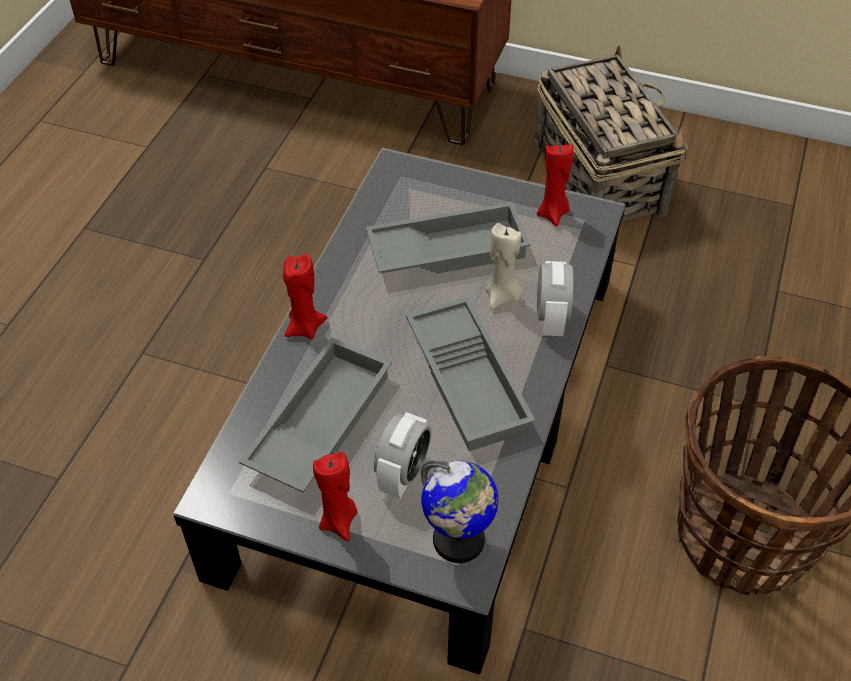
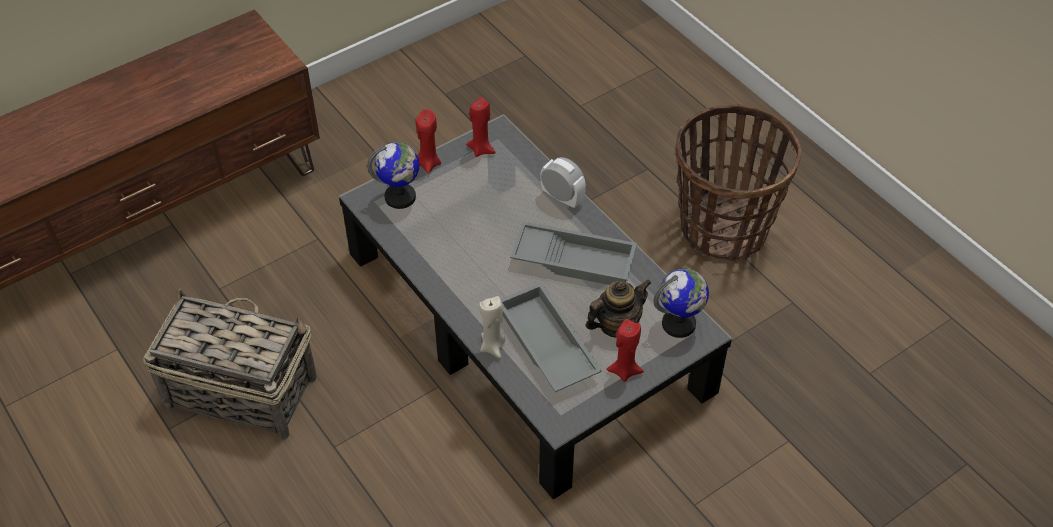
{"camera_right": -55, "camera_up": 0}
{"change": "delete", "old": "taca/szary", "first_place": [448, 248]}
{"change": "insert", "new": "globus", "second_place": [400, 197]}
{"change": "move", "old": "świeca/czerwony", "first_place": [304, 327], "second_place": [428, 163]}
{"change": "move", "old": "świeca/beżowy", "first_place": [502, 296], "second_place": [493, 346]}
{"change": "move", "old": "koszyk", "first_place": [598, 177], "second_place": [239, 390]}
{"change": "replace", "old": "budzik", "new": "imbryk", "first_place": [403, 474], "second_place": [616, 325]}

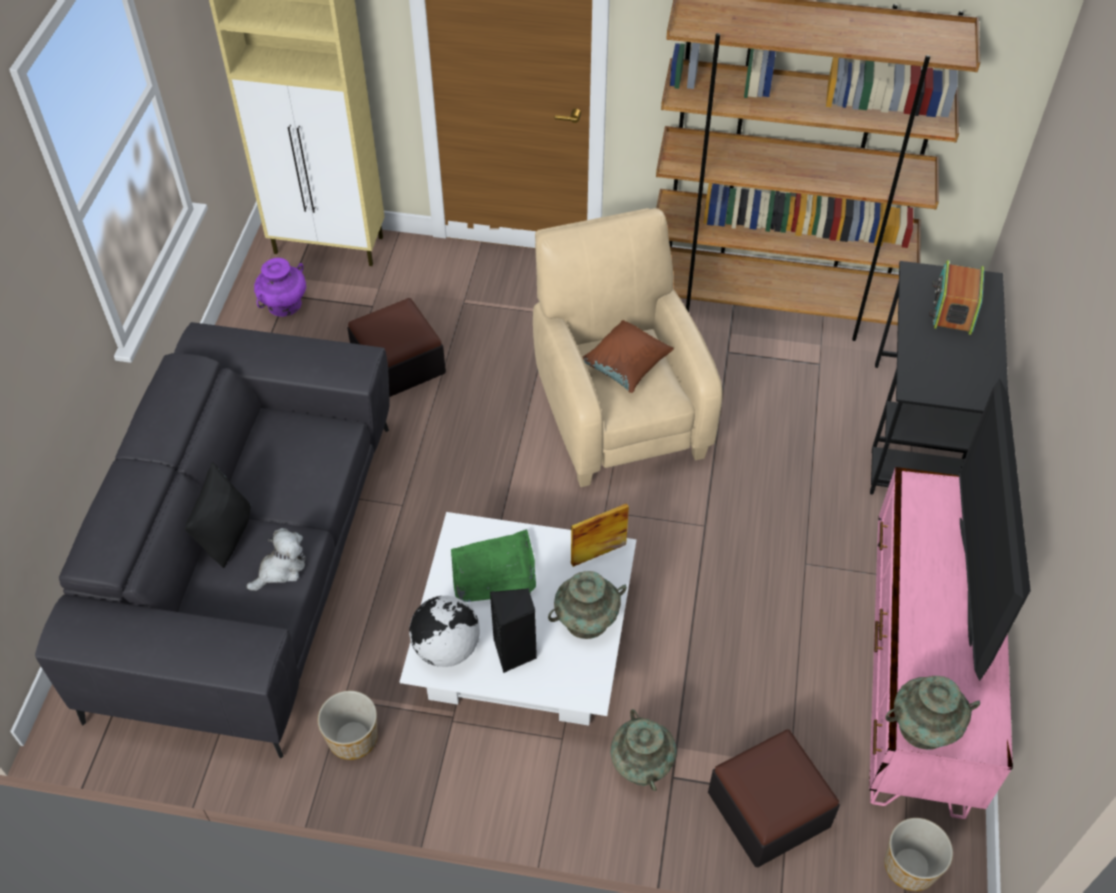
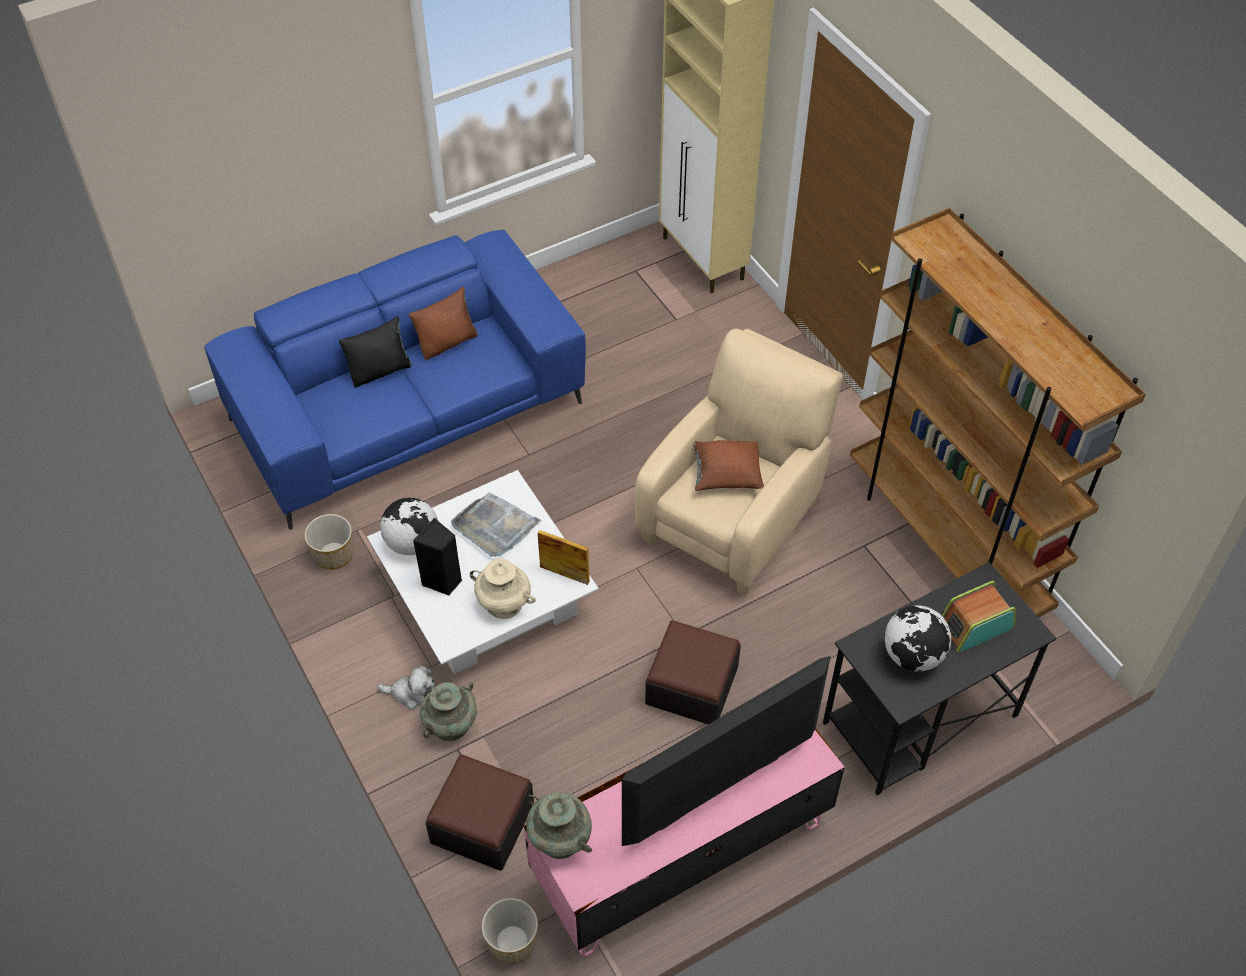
{"camera_right": 50, "camera_up": 0}
{"change": "delete", "old": "wazon/fioletowy", "first_place": [284, 304]}
{"change": "insert", "new": "poduszka/brązowy", "second_place": [447, 342]}
{"change": "insert", "new": "globus", "second_place": [912, 656]}
{"change": "move", "old": "pluszak", "first_place": [281, 569], "second_place": [411, 693]}
{"change": "move", "old": "pufa", "first_place": [398, 364], "second_place": [692, 685]}
{"change": "recolor", "old": "kanapa/szary", "new": "kanapa/niebieski", "first_place": [249, 565], "second_place": [407, 412]}
{"change": "recolor", "old": "taca/zielony", "new": "taca/szary", "first_place": [494, 571], "second_place": [495, 527]}
{"change": "recolor", "old": "wazon/turkusowy", "new": "wazon/beżowy", "first_place": [587, 620], "second_place": [504, 603]}

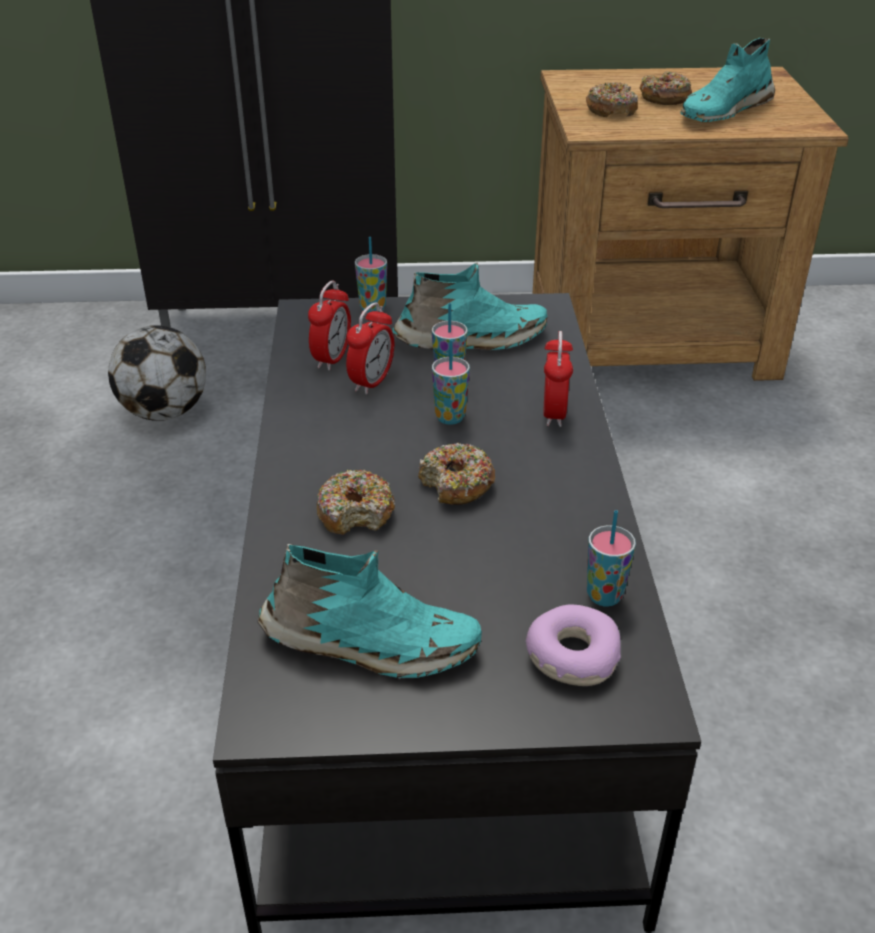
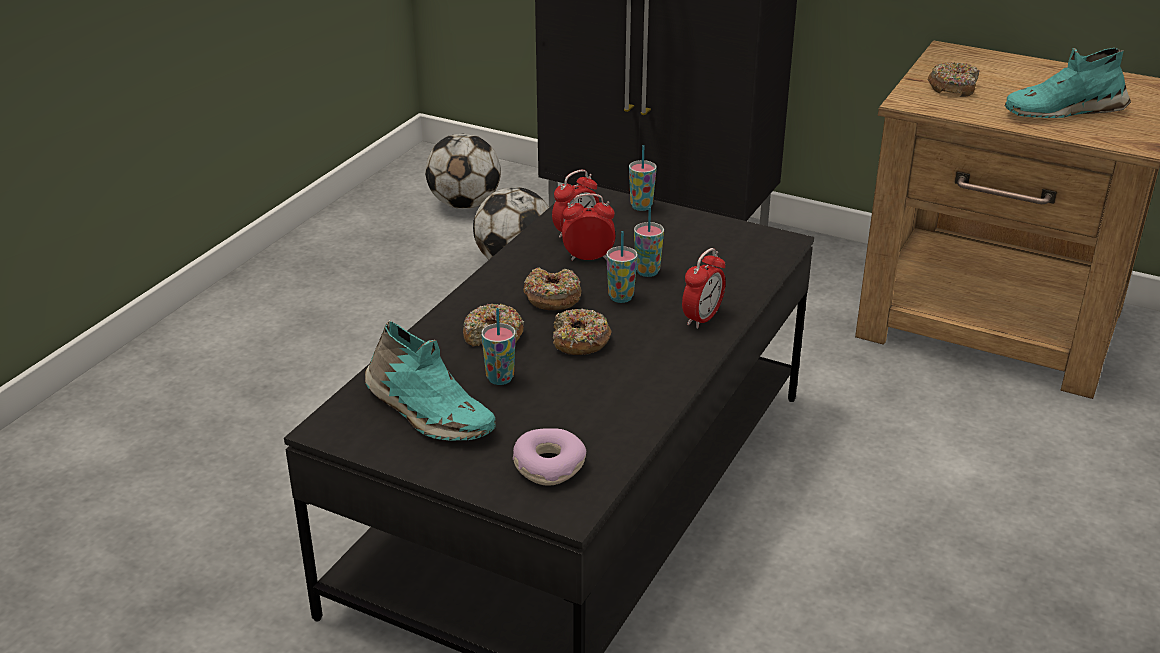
{"camera_right": 30, "camera_up": -5}
{"change": "delete", "old": "but/turkusowy", "first_place": [471, 340]}
{"change": "insert", "new": "piłka futbolowa", "second_place": [465, 204]}
{"change": "move", "old": "filiżanka", "first_place": [604, 595], "second_place": [500, 378]}
{"change": "move", "old": "donut", "first_place": [664, 98], "second_place": [552, 297]}
{"change": "rotate", "old": "budzik", "first_place": [372, 382], "second_place": [588, 257], "degrees": -150}

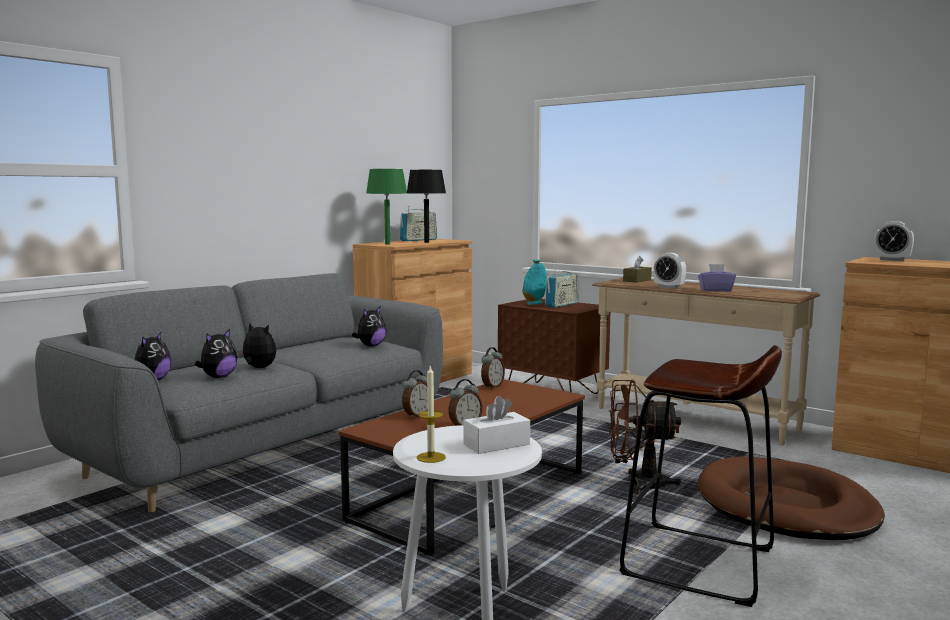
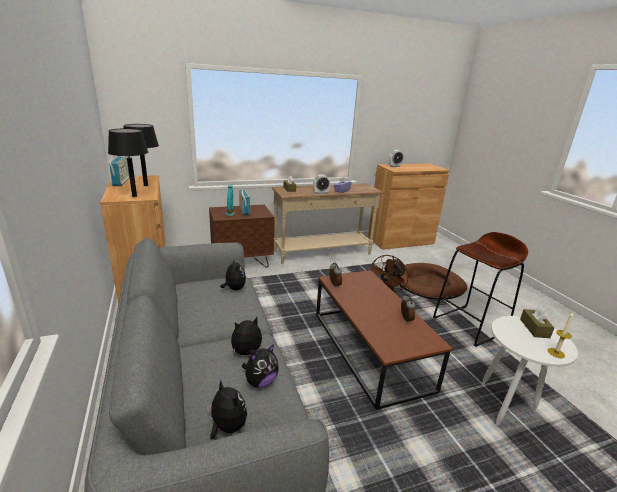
{"camera_right": -60, "camera_up": 15}
{"change": "delete", "old": "budzik", "first_place": [416, 415]}
{"change": "recolor", "old": "lampa stołowa/zielony", "new": "lampa stołowa/czarny", "first_place": [387, 244], "second_place": [134, 196]}
{"change": "recolor", "old": "pudełko chusteczek/biały", "new": "pudełko chusteczek/brązowy", "first_place": [496, 444], "second_place": [534, 328]}
{"change": "rotate", "old": "pluszak", "first_place": [218, 377], "second_place": [260, 382], "degrees": 75}

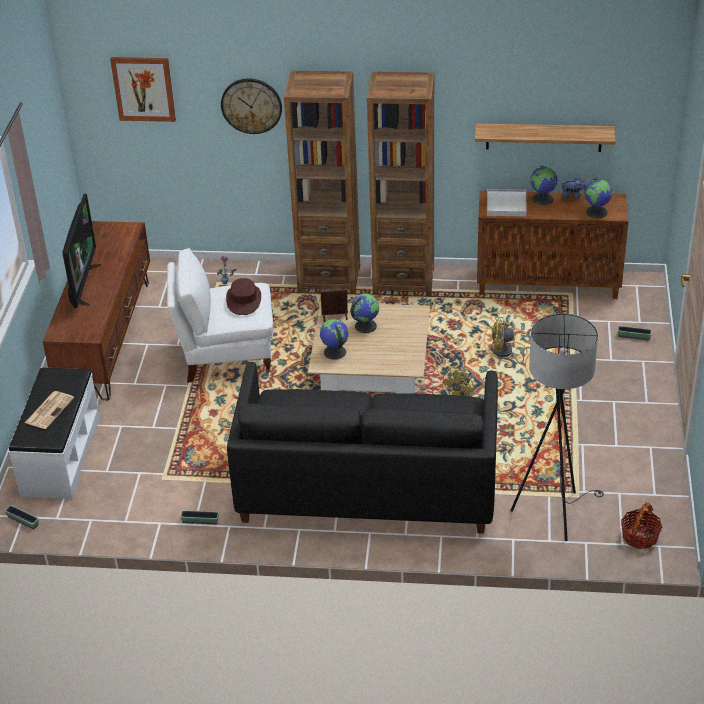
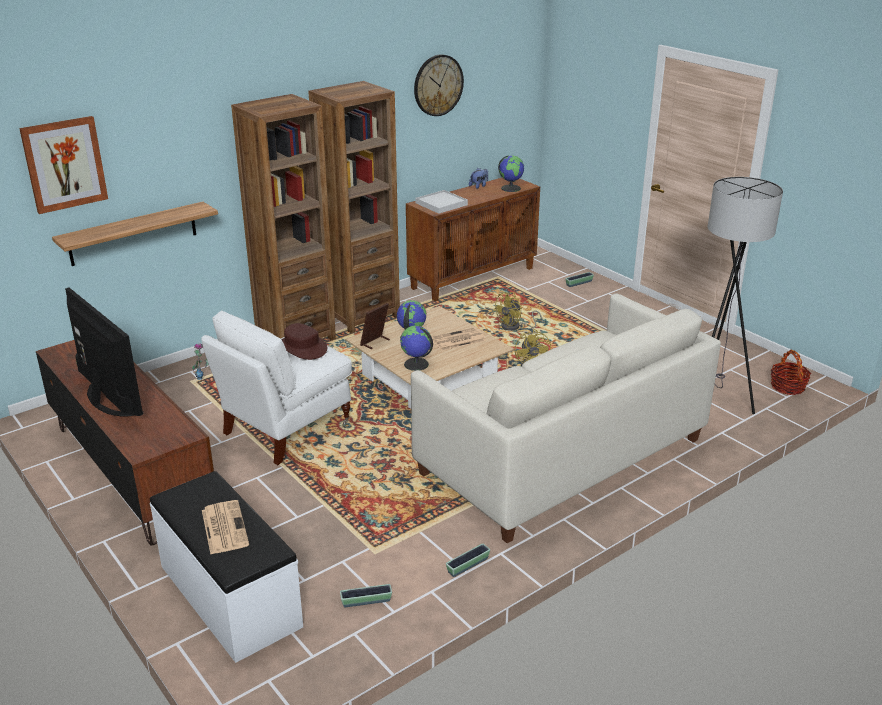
{"camera_right": -45, "camera_up": -10}
{"change": "delete", "old": "globus", "first_place": [543, 199]}
{"change": "insert", "new": "gazeta", "second_place": [457, 340]}
{"change": "move", "old": "donica", "first_place": [23, 521], "second_place": [366, 601]}
{"change": "move", "old": "zegar ścienny", "first_place": [251, 105], "second_place": [438, 85]}
{"change": "move", "old": "półka", "first_place": [543, 137], "second_place": [133, 234]}
{"change": "recolor", "old": "kanapa/czarny", "new": "kanapa/biały", "first_place": [368, 485], "second_place": [562, 456]}

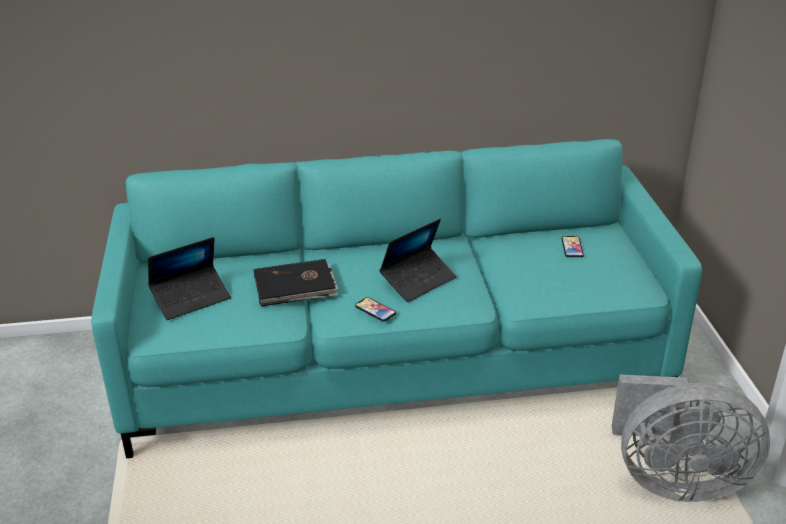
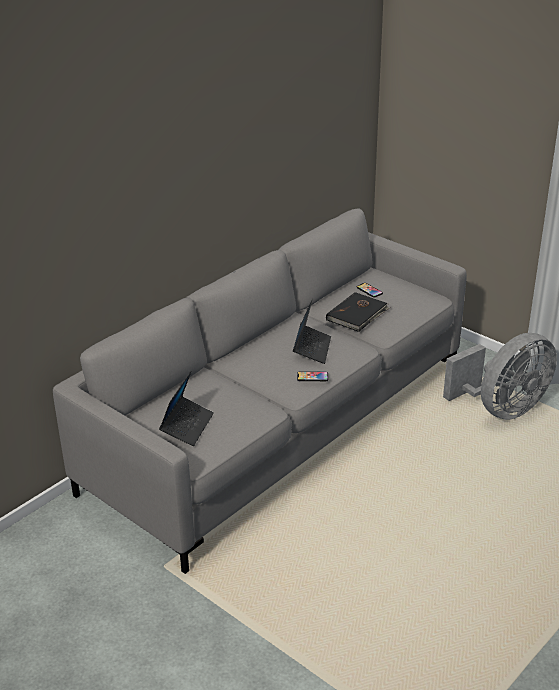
{"camera_right": -40, "camera_up": 0}
{"change": "move", "old": "książka/czarny", "first_place": [295, 287], "second_place": [358, 314]}
{"change": "recolor", "old": "kanapa/turkusowy", "new": "kanapa/szary", "first_place": [394, 366], "second_place": [280, 427]}

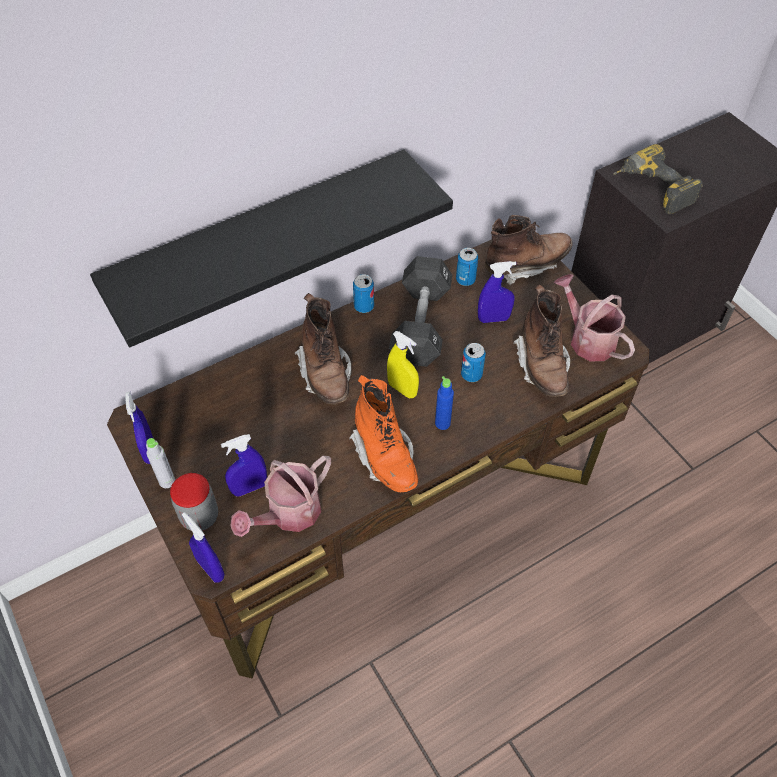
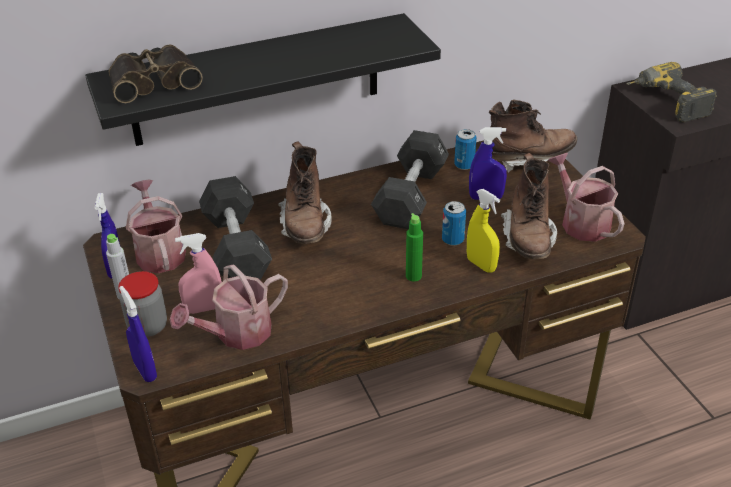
{"camera_right": 10, "camera_up": -15}
{"change": "delete", "old": "but z cholewką/pomarańczowy", "first_place": [385, 456]}
{"change": "delete", "old": "puszka", "first_place": [364, 306]}
{"change": "insert", "new": "lornetka", "second_place": [154, 81]}
{"change": "insert", "new": "konewka", "second_place": [159, 252]}
{"change": "insert", "new": "hantel/czarny", "second_place": [236, 247]}
{"change": "move", "old": "spryskiwacz/żółty", "first_place": [402, 389], "second_place": [481, 265]}
{"change": "recolor", "old": "spryskiwacz/niebieski", "new": "spryskiwacz/różowy", "first_place": [249, 488], "second_place": [204, 308]}
{"change": "recolor", "old": "butelka/niebieski", "new": "butelka/zielony", "first_place": [442, 423], "second_place": [413, 276]}

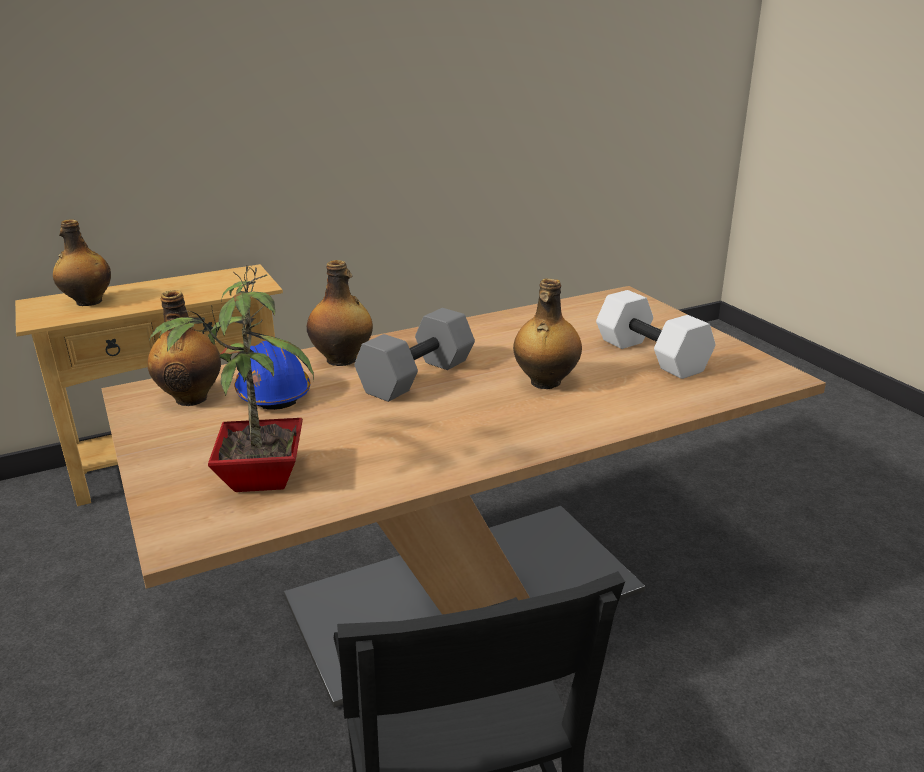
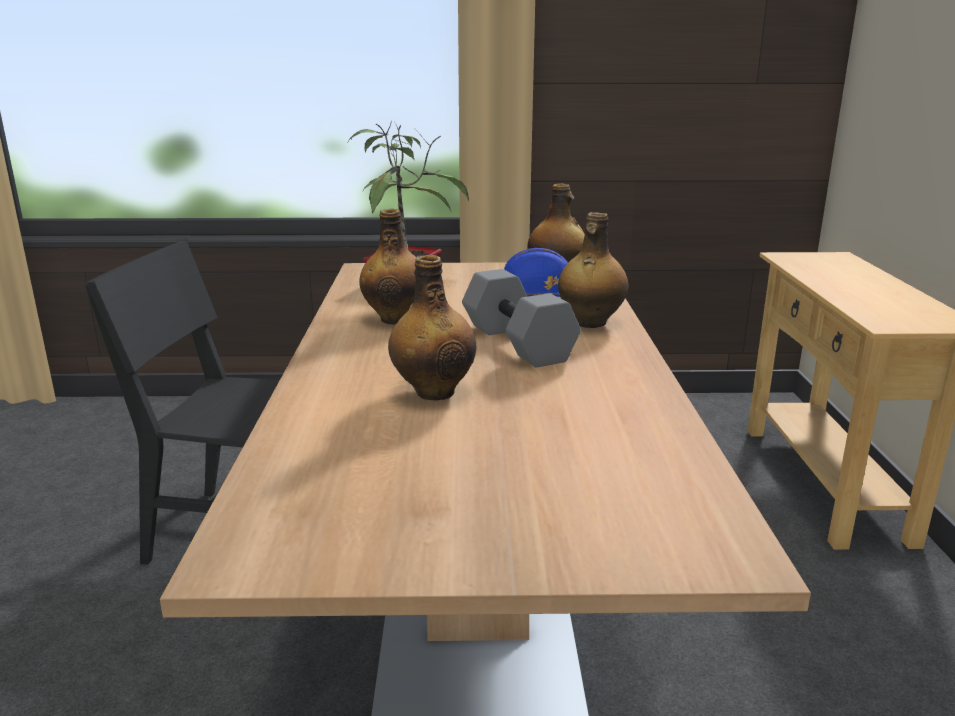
{"camera_right": 115, "camera_up": -5}
{"change": "delete", "old": "hantel/biały", "first_place": [653, 355]}
{"change": "move", "old": "butelka", "first_place": [88, 302], "second_place": [396, 319]}

